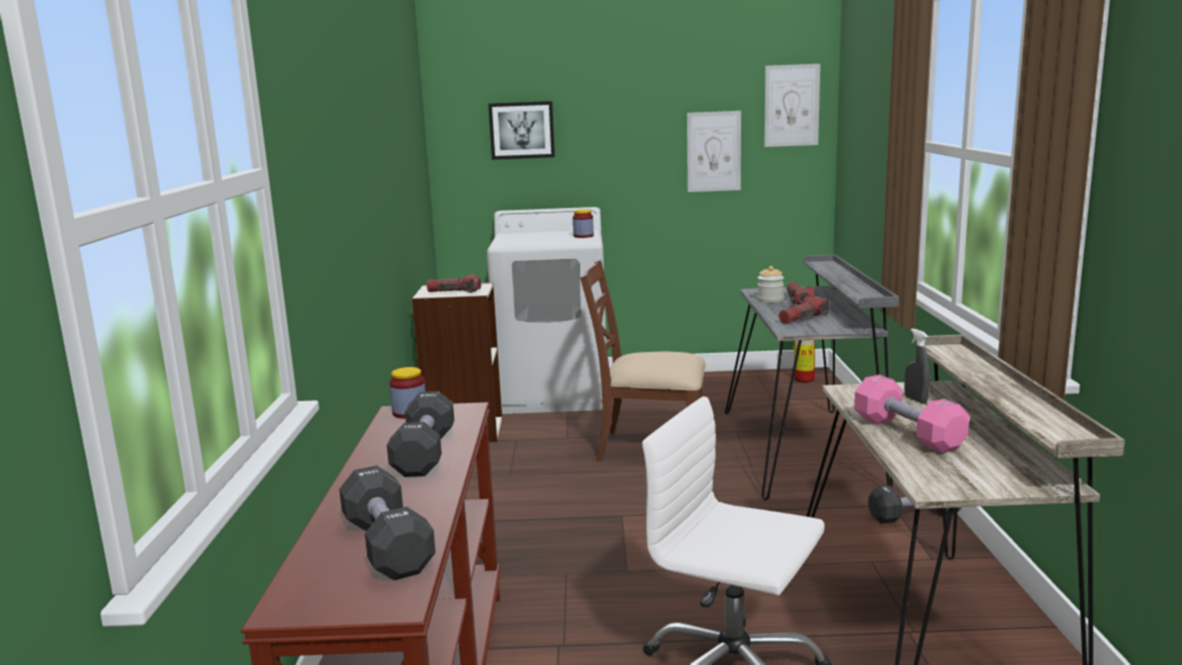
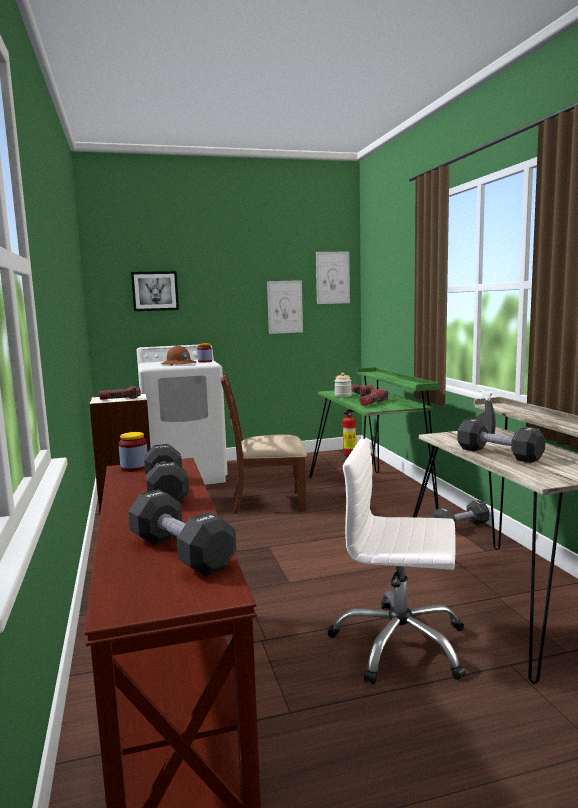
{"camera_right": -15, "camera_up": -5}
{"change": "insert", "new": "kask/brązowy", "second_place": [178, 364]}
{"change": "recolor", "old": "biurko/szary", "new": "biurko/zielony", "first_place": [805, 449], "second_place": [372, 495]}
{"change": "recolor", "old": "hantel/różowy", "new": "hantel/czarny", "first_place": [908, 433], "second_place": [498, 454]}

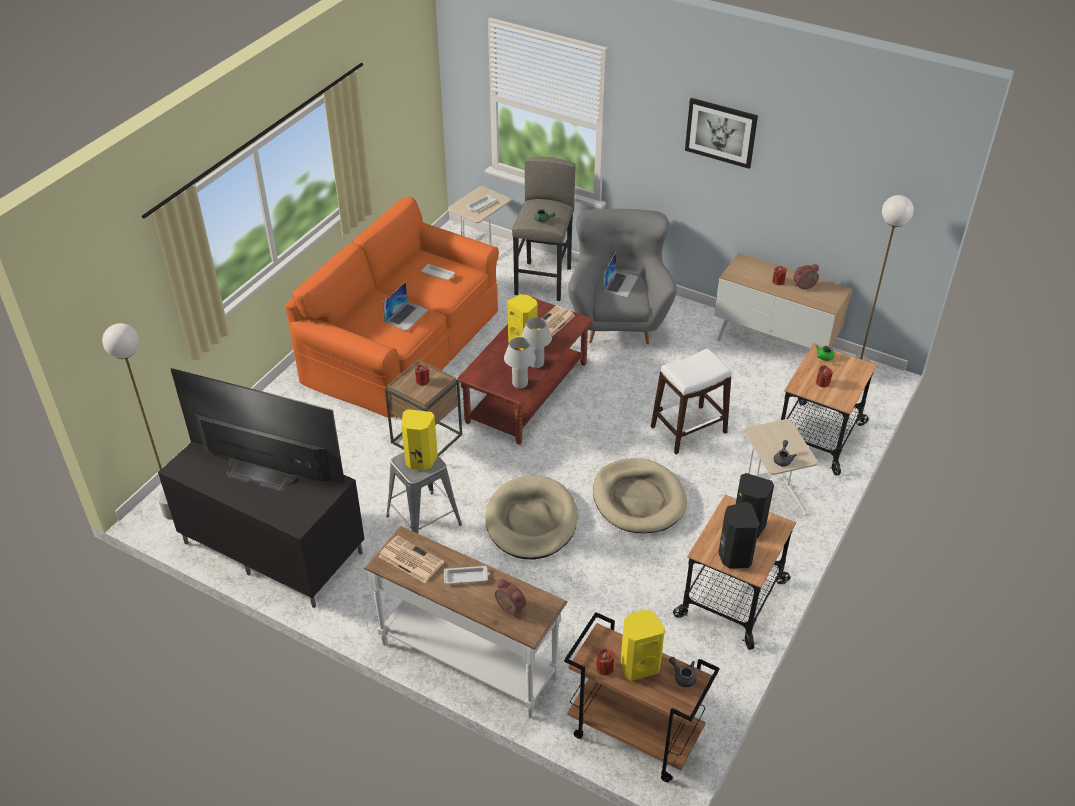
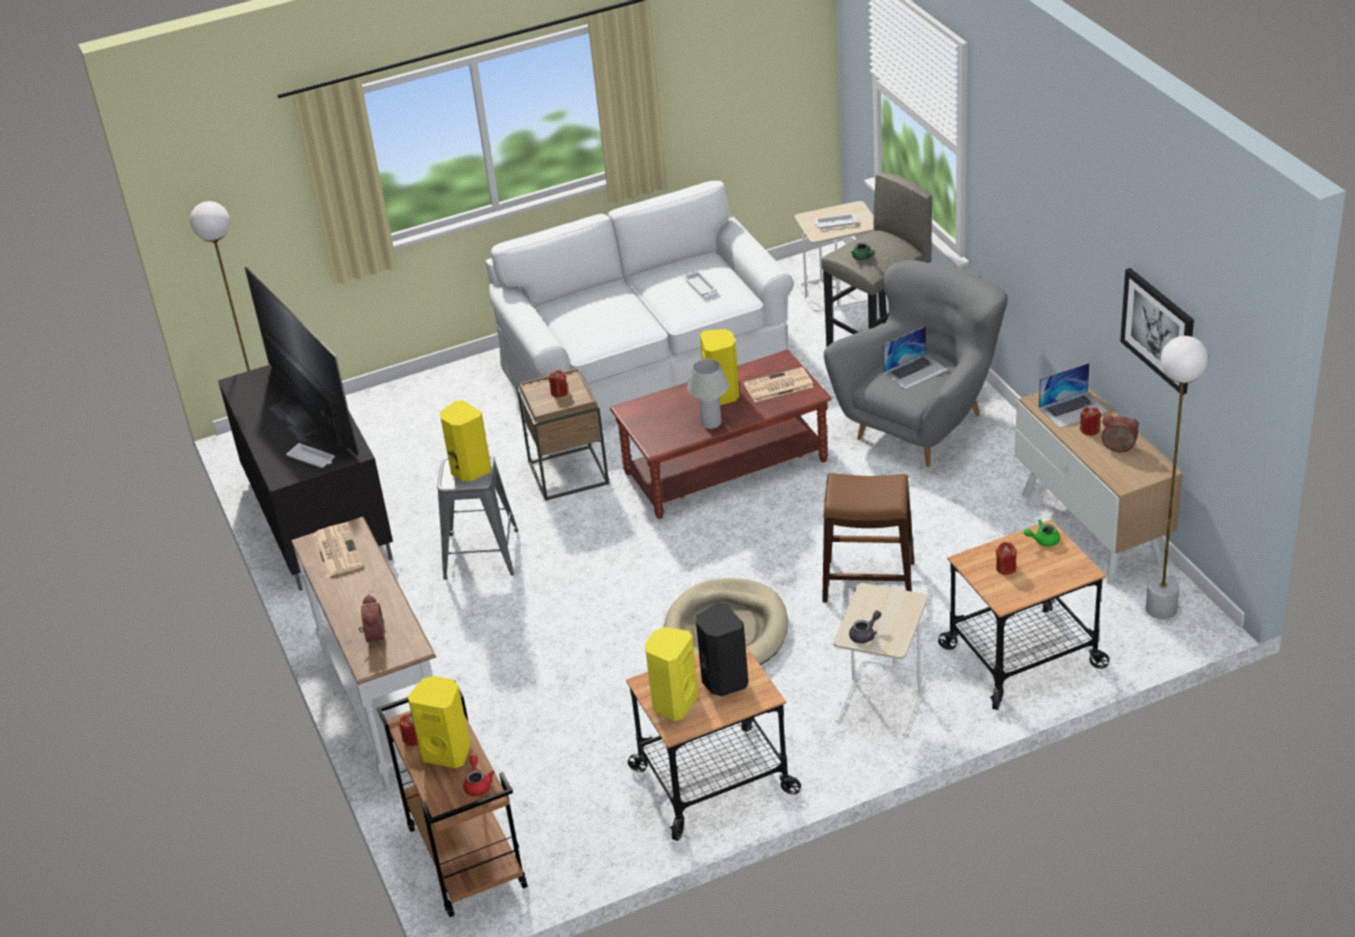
{"camera_right": 40, "camera_up": -5}
{"change": "delete", "old": "legowisko/beżowy", "first_place": [531, 521]}
{"change": "delete", "old": "lampa stołowa/biały", "first_place": [520, 383]}
{"change": "move", "old": "laptop", "first_place": [406, 315], "second_place": [1073, 409]}
{"change": "move", "old": "taca/biały", "first_place": [467, 577], "second_place": [312, 459]}
{"change": "move", "old": "obraz", "first_place": [721, 132], "second_place": [1158, 330]}
{"change": "recolor", "old": "kanapa/pomarańczowy", "new": "kanapa/biały", "first_place": [403, 344], "second_place": [646, 363]}
{"change": "recolor", "old": "stołek/biały", "new": "stołek/brązowy", "first_place": [689, 430], "second_place": [869, 582]}
{"change": "recolor", "old": "imbryk/szary", "new": "imbryk/czerwony", "first_place": [683, 676], "second_place": [478, 784]}
{"change": "recolor", "old": "głośnik/czarny", "new": "głośnik/żółty", "first_place": [734, 557], "second_place": [673, 703]}

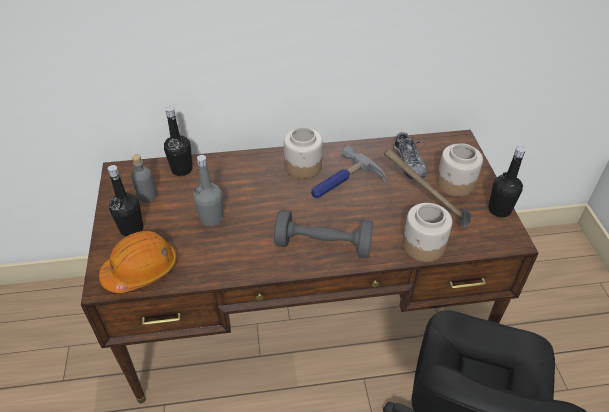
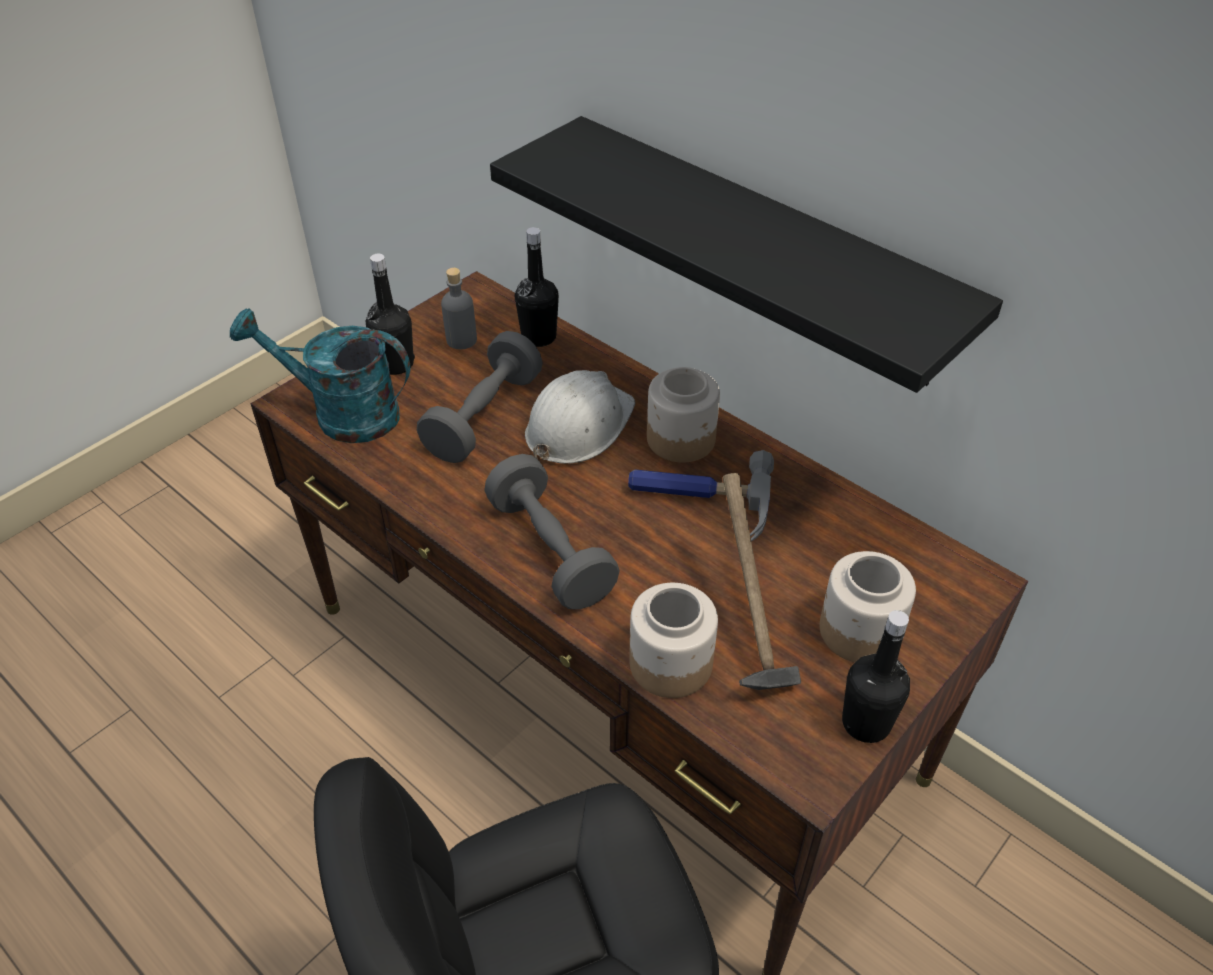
{"camera_right": 50, "camera_up": 0}
{"change": "delete", "old": "but", "first_place": [408, 163]}
{"change": "insert", "new": "półka/czarny", "second_place": [763, 250]}
{"change": "insert", "new": "kask/biały", "second_place": [578, 425]}
{"change": "replace", "old": "kask/pomarańczowy", "new": "konewka/turkusowy", "first_place": [141, 270], "second_place": [342, 414]}
{"change": "replace", "old": "butelka/szary", "new": "hantel/szary", "first_place": [211, 218], "second_place": [484, 417]}

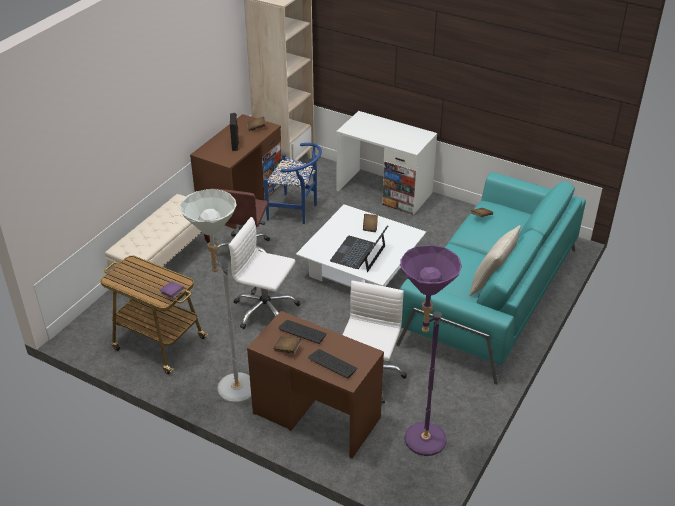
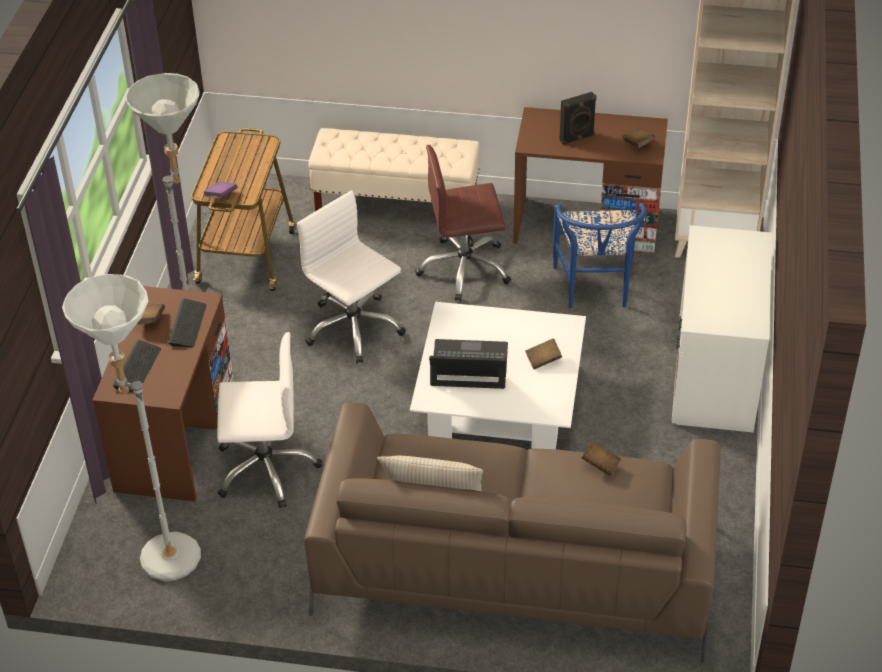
{"camera_right": 70, "camera_up": 5}
{"change": "recolor", "old": "kanapa/turkusowy", "new": "kanapa/brązowy", "first_place": [491, 295], "second_place": [514, 567]}
{"change": "recolor", "old": "lampa stojąca/fioletowy", "new": "lampa stojąca/biały", "first_place": [418, 444], "second_place": [160, 552]}
{"change": "rotate", "old": "krzesło biurowe/biały", "first_place": [265, 310], "second_place": [353, 328], "degrees": -45}

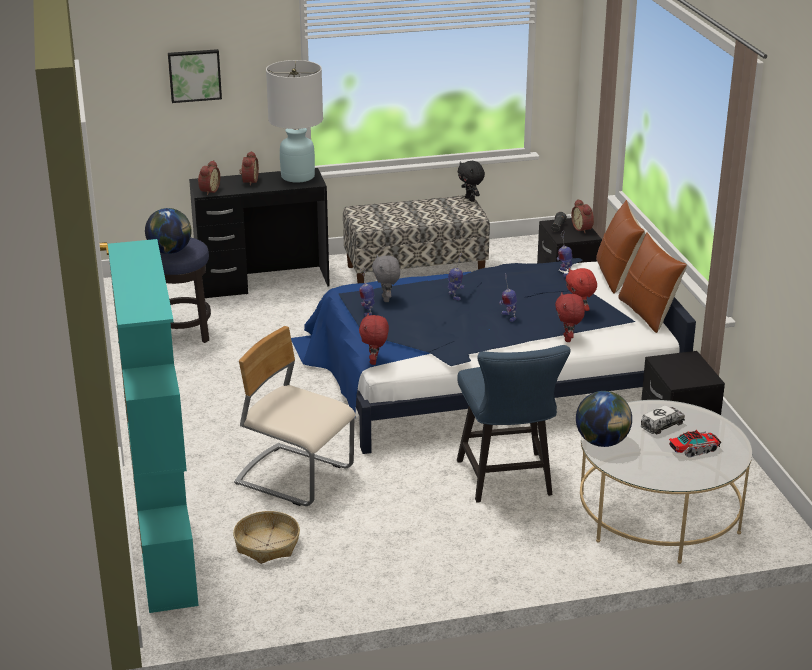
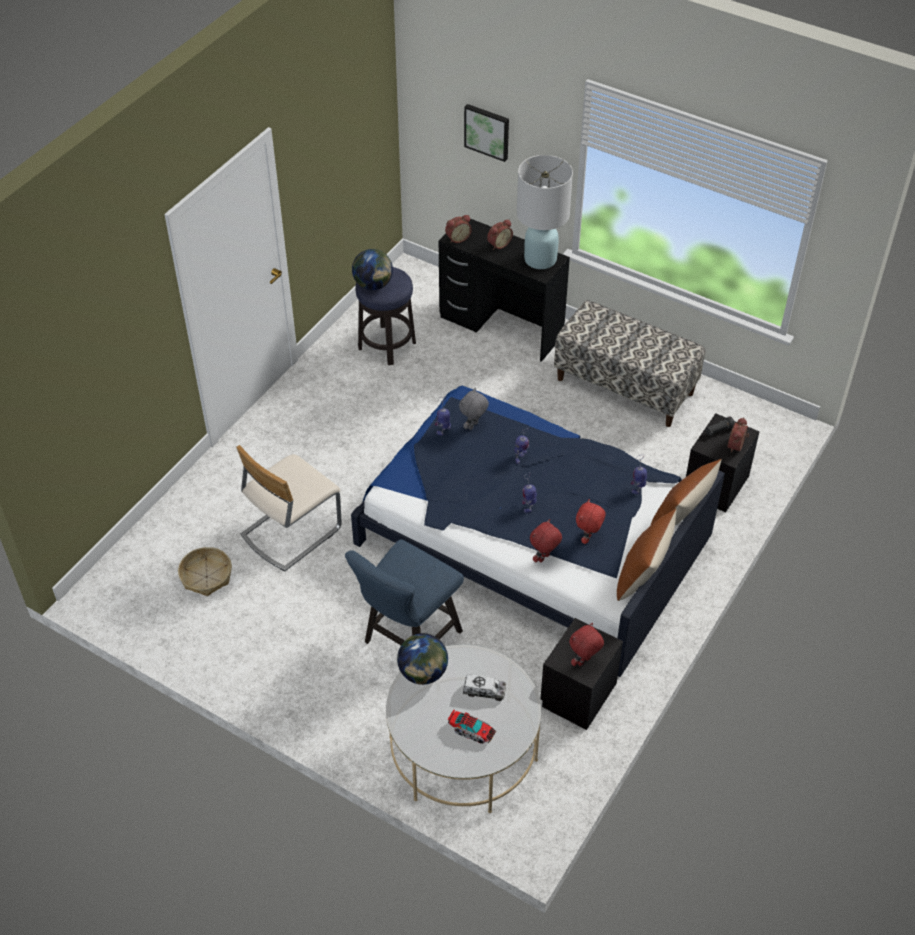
{"camera_right": 45, "camera_up": 20}
{"change": "delete", "old": "regał/turkusowy", "first_place": [165, 556]}
{"change": "delete", "old": "pluszak/czarny", "first_place": [470, 199]}
{"change": "move", "old": "pluszak/czerwony", "first_place": [374, 361], "second_place": [584, 662]}
{"change": "rotate", "old": "krzesło/beżowy", "first_place": [295, 476], "second_place": [290, 531], "degrees": -120}

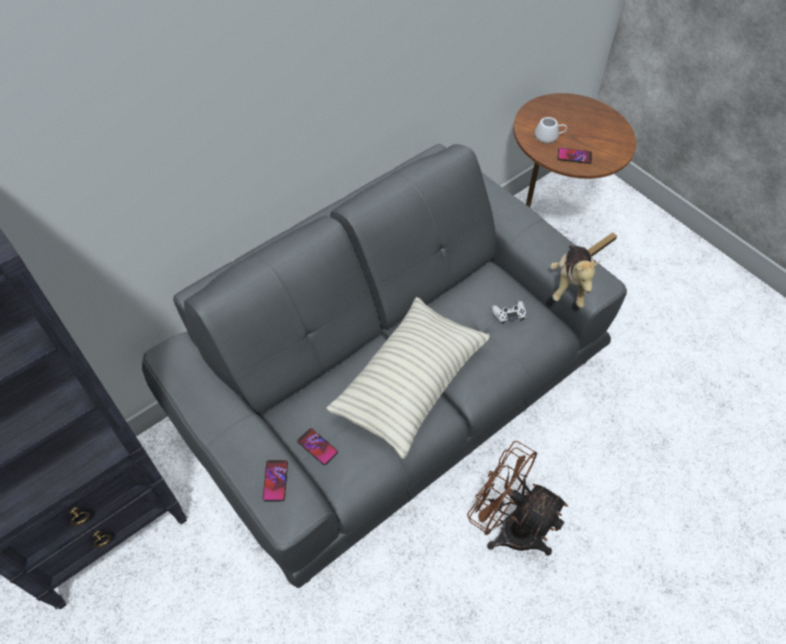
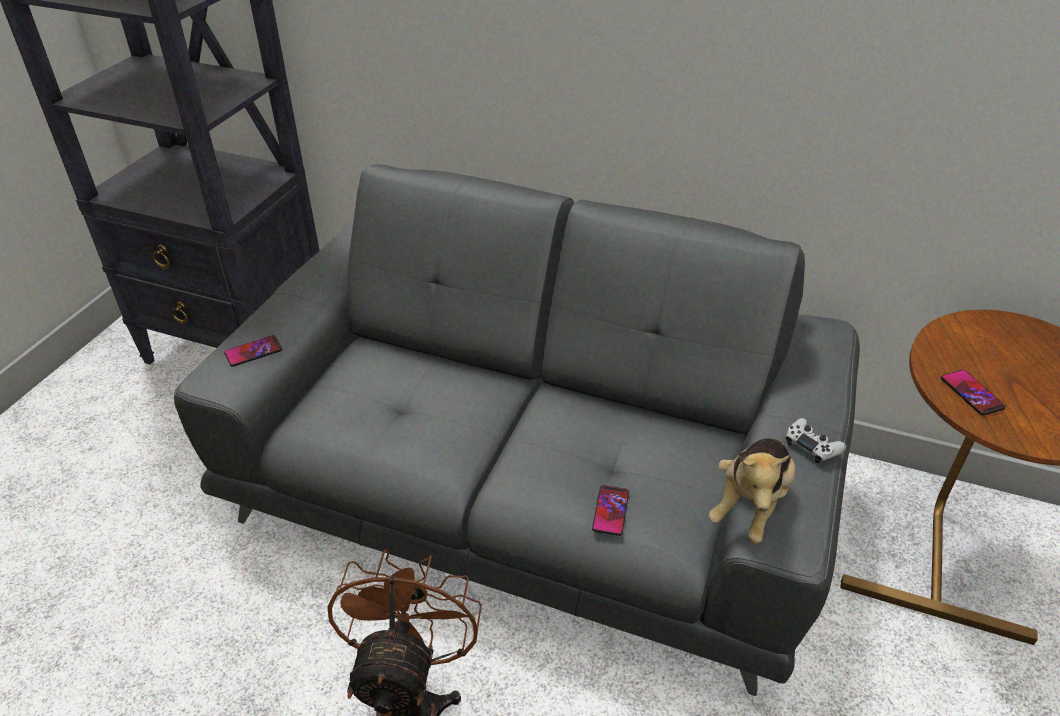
{"camera_right": 60, "camera_up": -15}
{"change": "delete", "old": "poduszka", "first_place": [410, 384]}
{"change": "delete", "old": "kubek/biały", "first_place": [549, 136]}
{"change": "move", "old": "telefon", "first_place": [317, 447], "second_place": [610, 511]}
{"change": "move", "old": "pad do gier/biały", "first_place": [509, 314], "second_place": [812, 445]}
{"change": "rotate", "old": "pluszak", "first_place": [570, 285], "second_place": [750, 504], "degrees": -45}

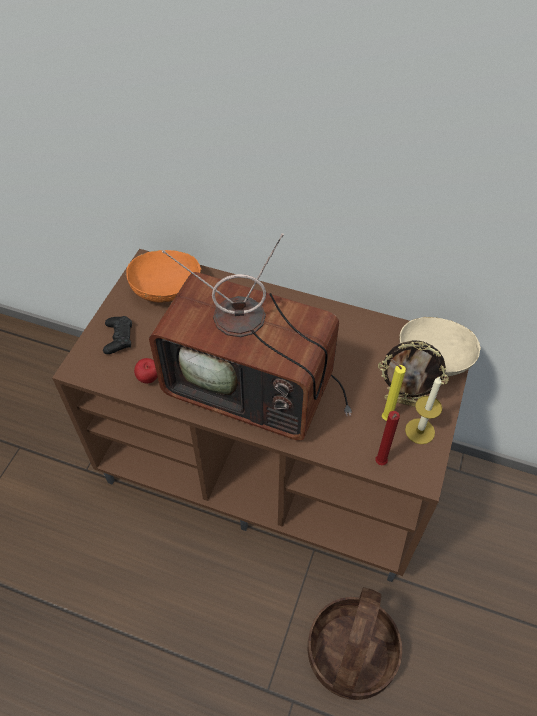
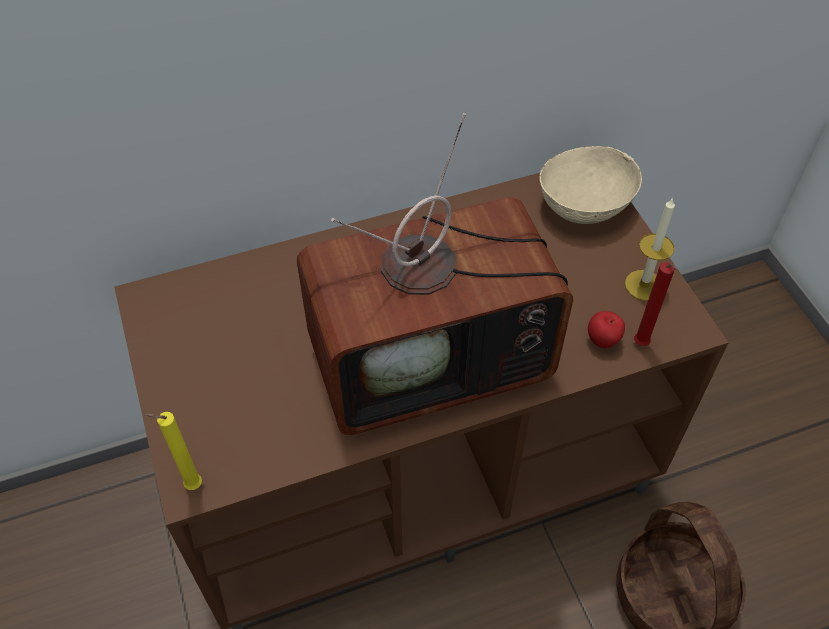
{"camera_right": -40, "camera_up": 0}
{"change": "delete", "old": "pad do gier/czarny", "first_place": [118, 338]}
{"change": "delete", "old": "miska/pomarańczowy", "first_place": [167, 289]}
{"change": "delete", "old": "ramka na zdjęcie", "first_place": [403, 401]}
{"change": "move", "old": "jabłko", "first_place": [149, 379], "second_place": [603, 341]}
{"change": "move", "old": "świeca/żółty", "first_place": [385, 417], "second_place": [191, 485]}

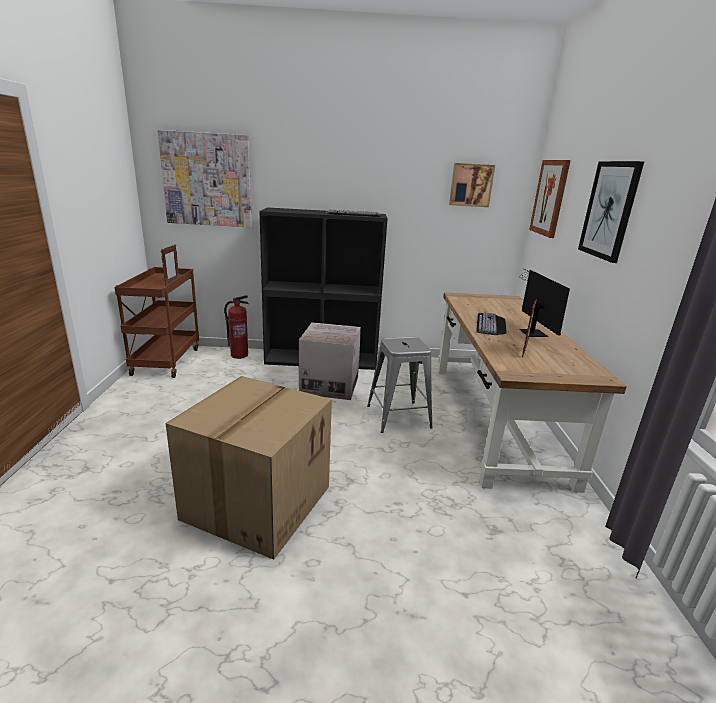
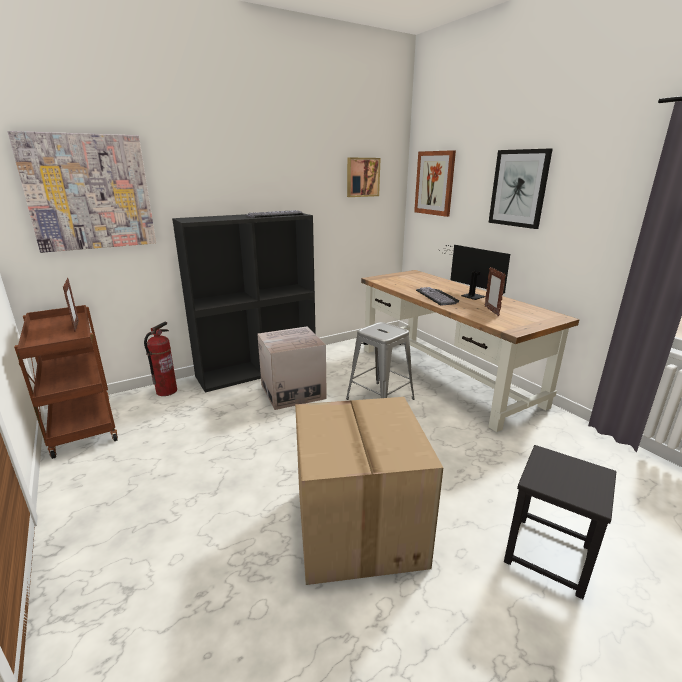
{"camera_right": -30, "camera_up": 0}
{"change": "insert", "new": "stołek/czarny", "second_place": [547, 554]}

